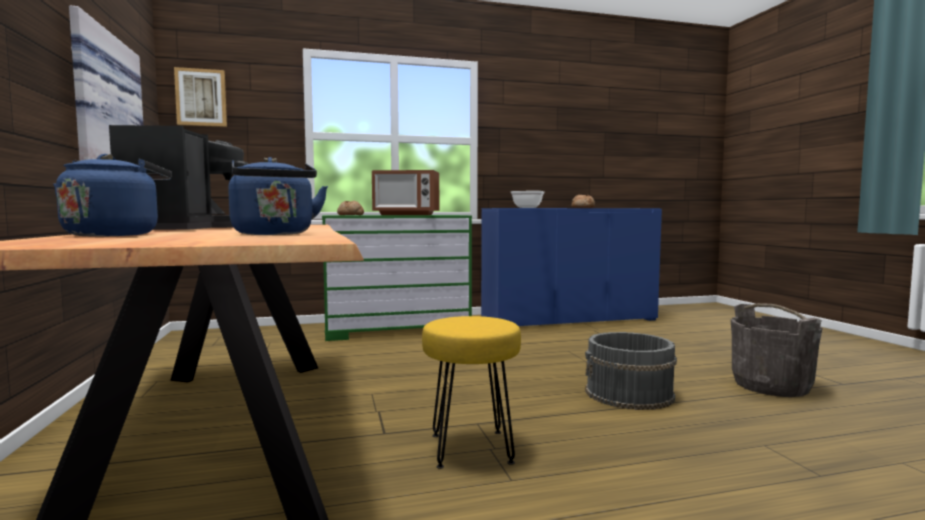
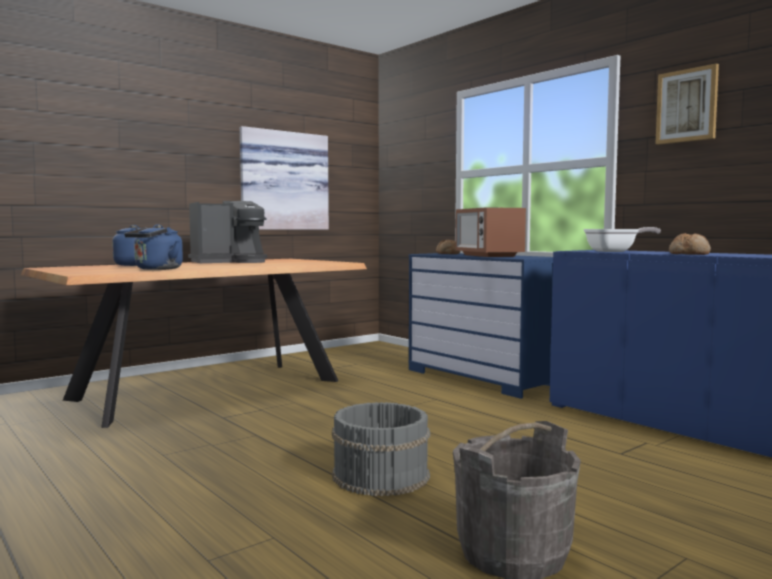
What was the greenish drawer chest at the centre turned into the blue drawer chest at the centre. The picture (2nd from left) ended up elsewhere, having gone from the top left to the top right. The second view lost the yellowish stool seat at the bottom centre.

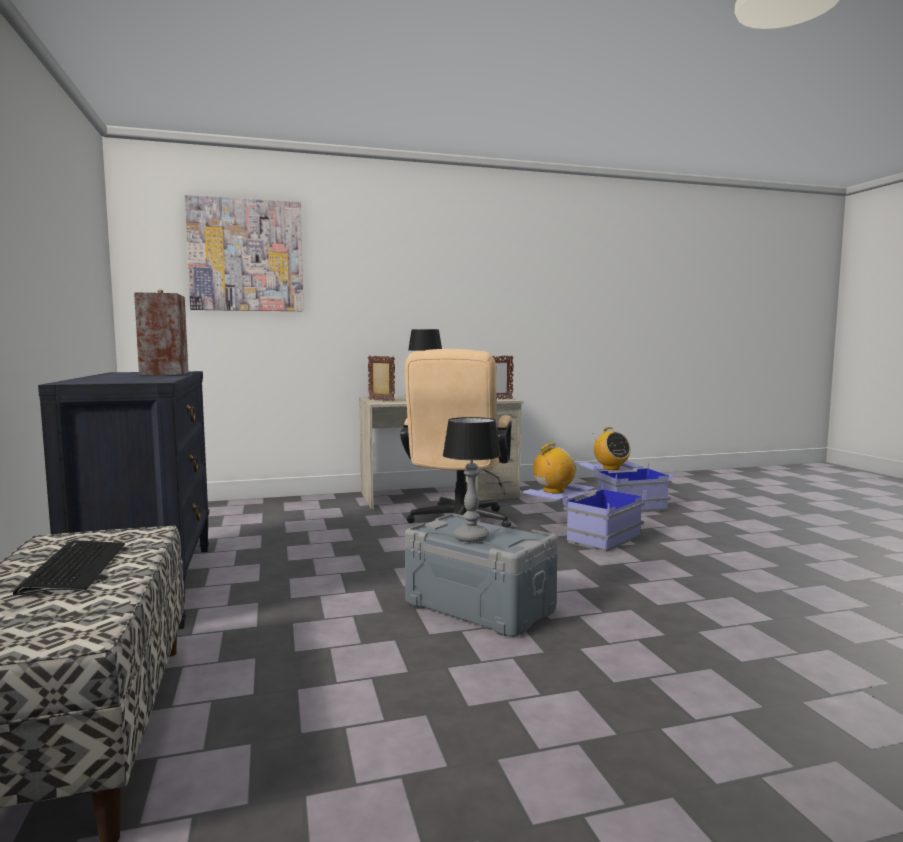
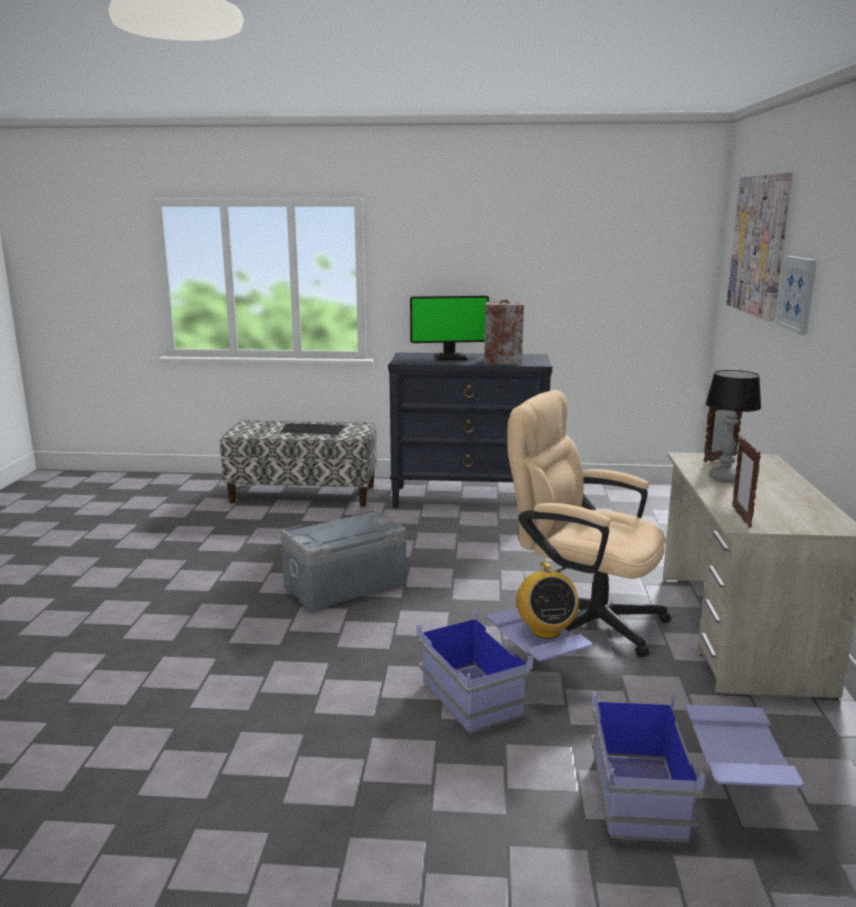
The second view gained the computer screen at the centre. The second view gained the picture (2nd from left) at the top right. The second view lost the lamp for a table (2nd from left) at the centre. The second view lost the radio receiver (2nd from left) at the middle right.

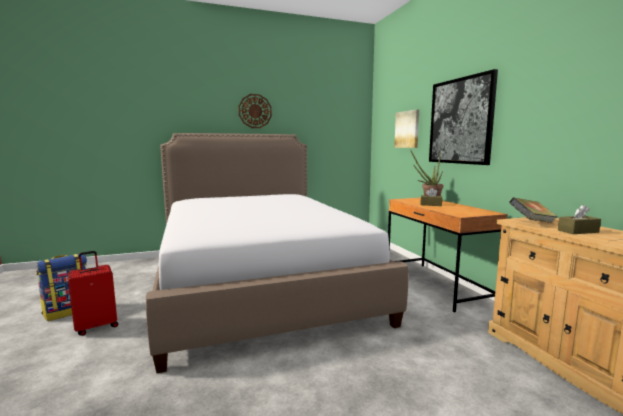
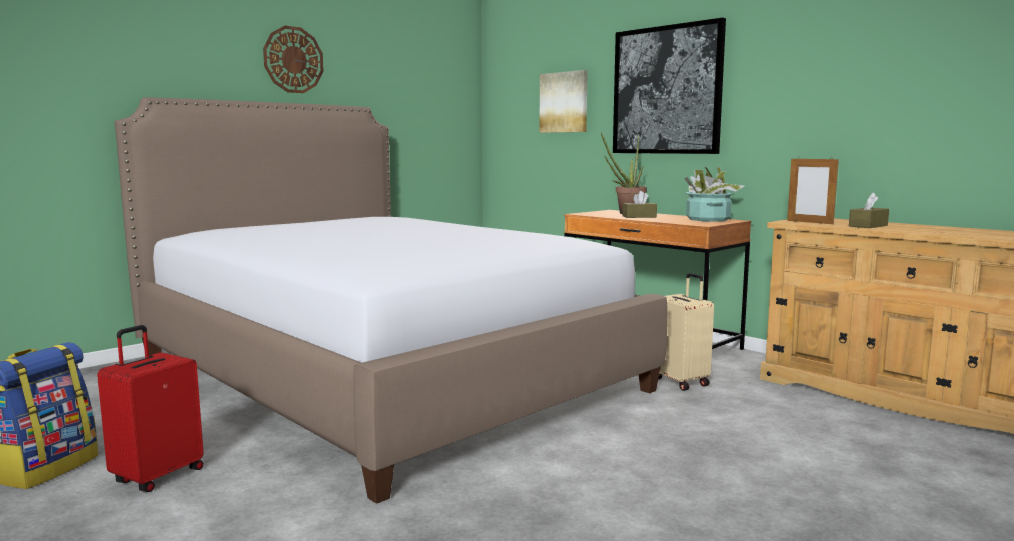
The second view gained the beige suitcase at the middle right. The second view gained the plant in a pot (2nd from left) at the middle right. Where the volume stood at the middle right, the photo frame came to stand at the middle right.

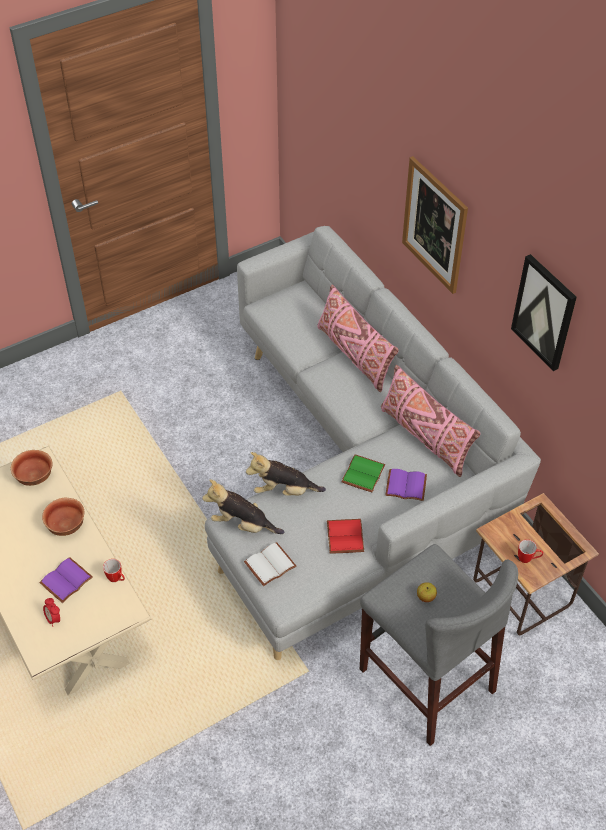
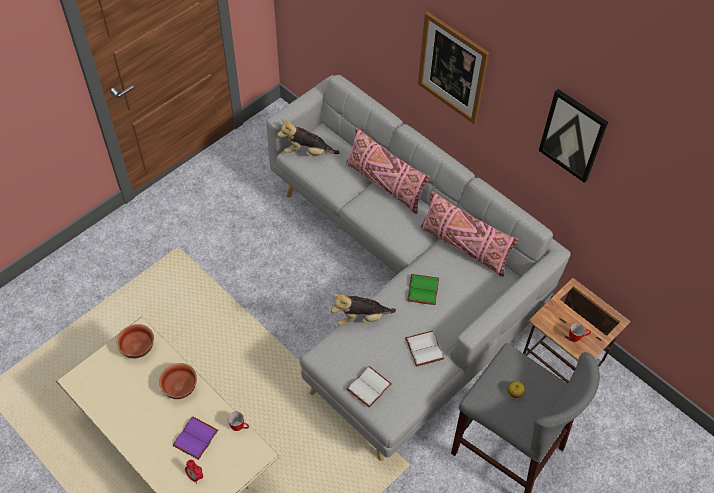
The plush toy (1st from left) ended up elsewhere, having gone from the centre to the top centre. What was the reddish volume at the centre turned into the whitish volume (2nd from left) at the bottom centre. The second view lost the purple-coloured volume (2nd from left) at the middle right.

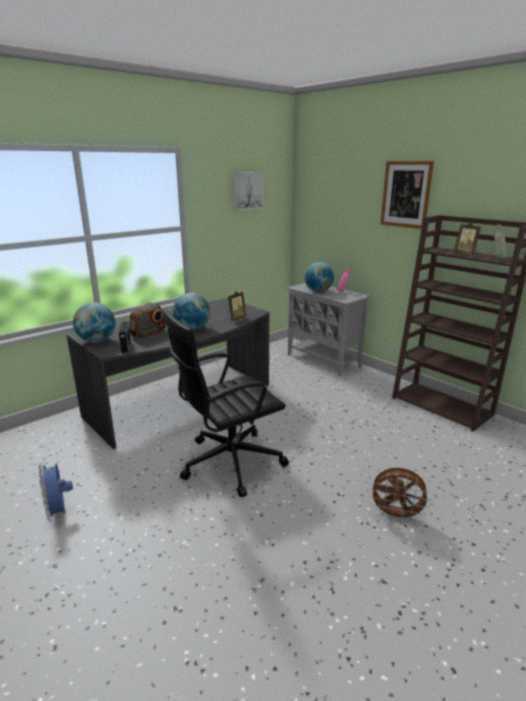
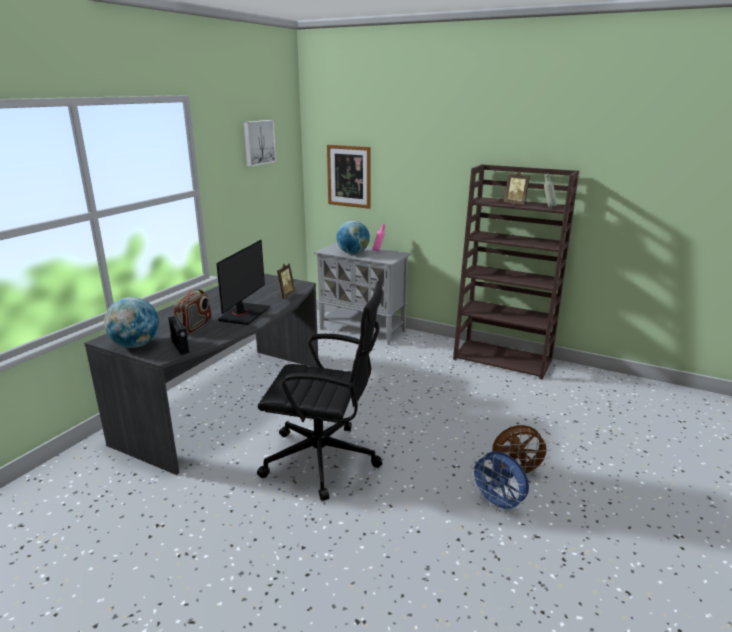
Where the desk globe (2nd from left) stood at the centre, the computer screen came to stand at the middle left. The blackish computer chair at the centre ended up facing another way, 120 degrees counterclockwise from before. The picture (2nd from left) ended up elsewhere, having gone from the top right to the top centre. The blue cooling fan ended up elsewhere, having gone from the bottom left to the bottom right.

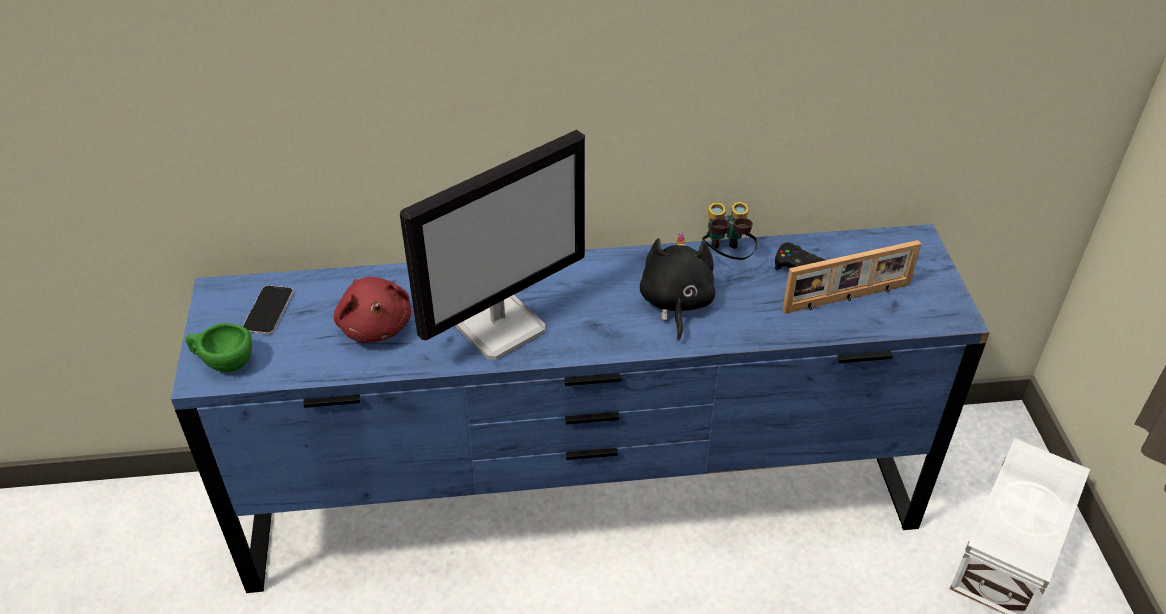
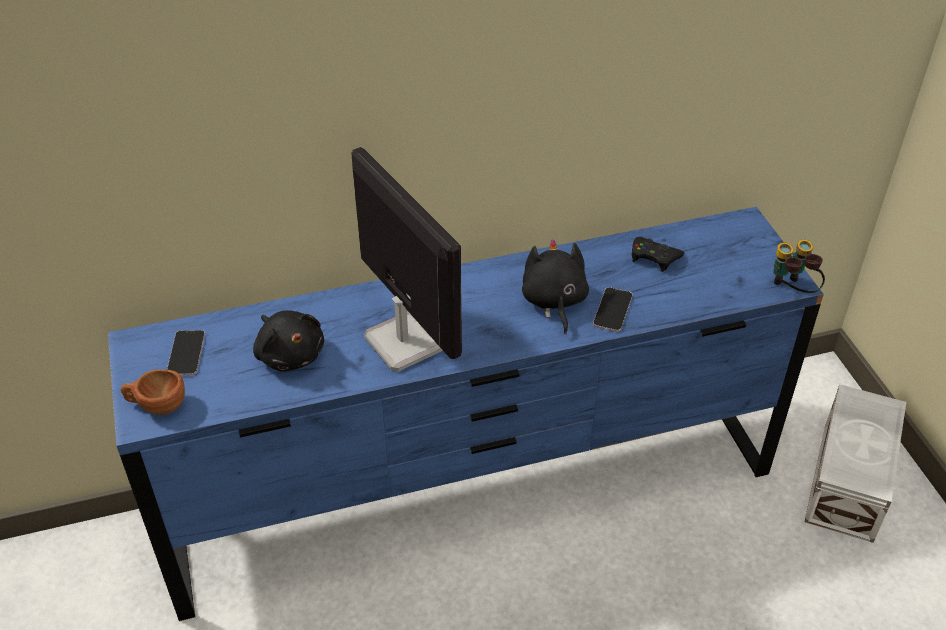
What was the greenish drinking cup at the middle left turned into the brown drinking cup at the middle left. What was the reddish plush toy at the middle left turned into the blackish plush toy (1st from left) at the middle left. The computer screen at the centre ended up facing another way, 75 degrees counterclockwise from before. The second view gained the handset (2nd from left) at the centre. The field glasses ended up elsewhere, having gone from the centre to the middle right. The second view lost the photo frame at the middle right.

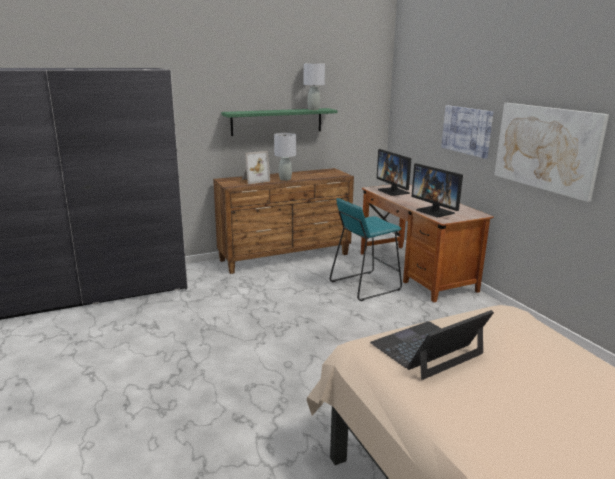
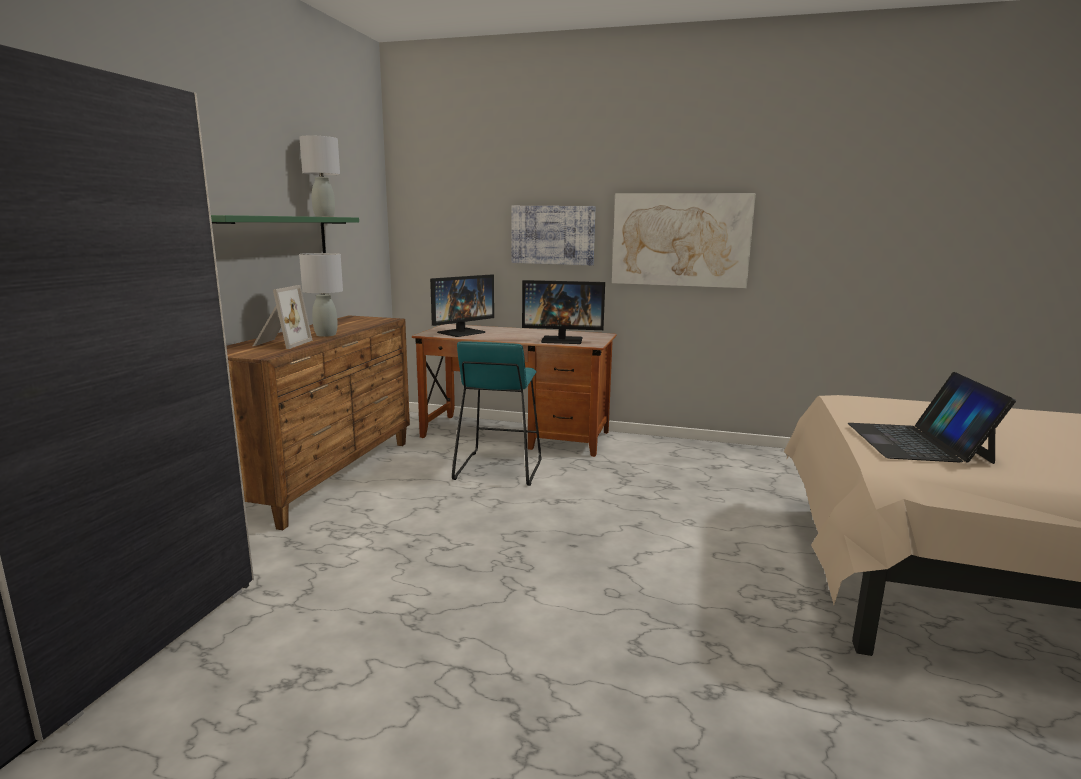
The computer screen (1st from left) at the centre ended up facing another way, 60 degrees counterclockwise from before.

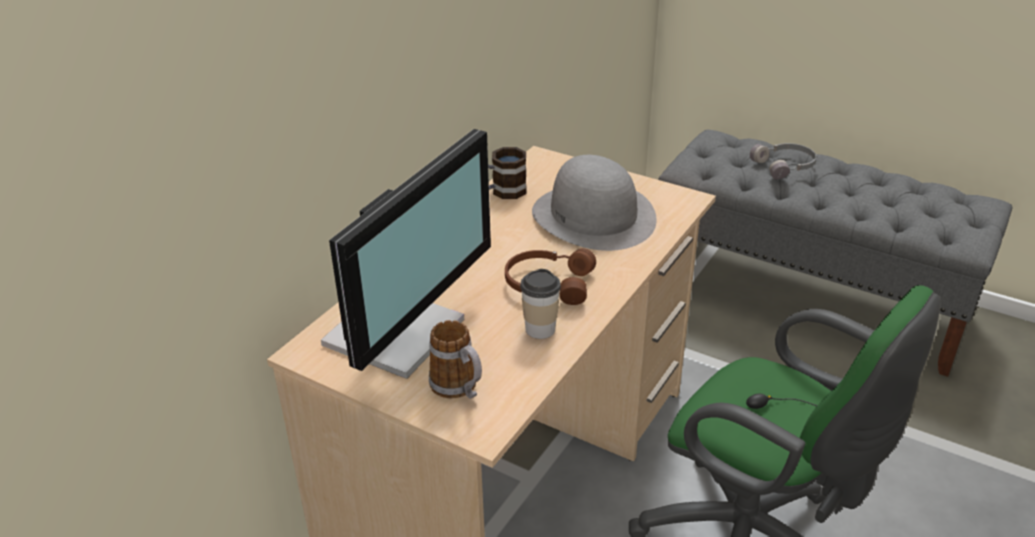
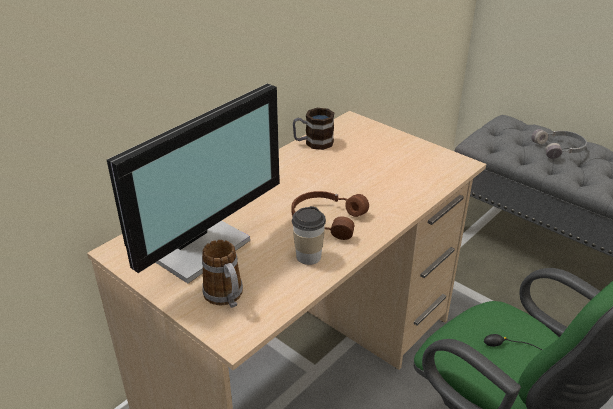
The second view lost the greyish clothing hat at the centre.

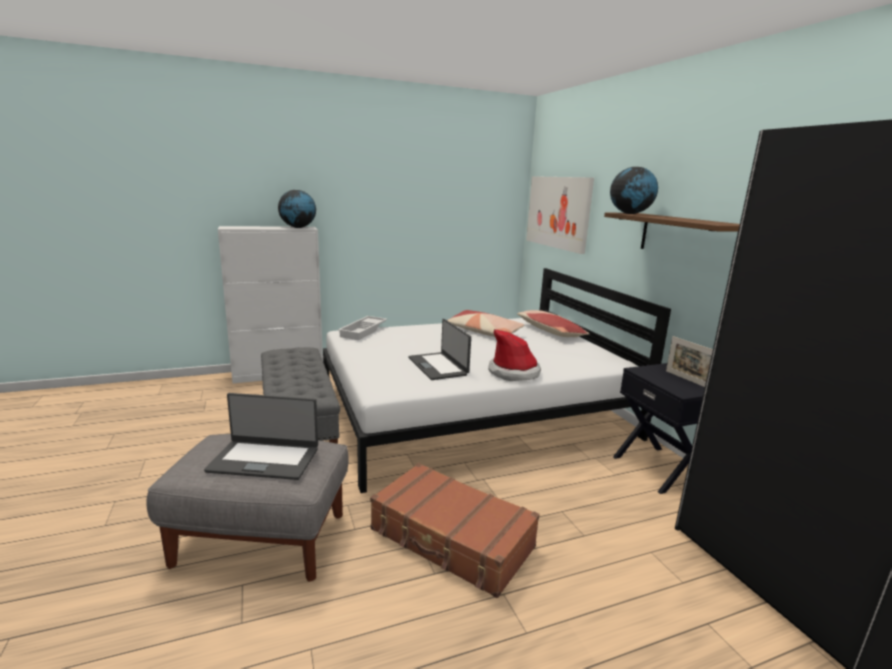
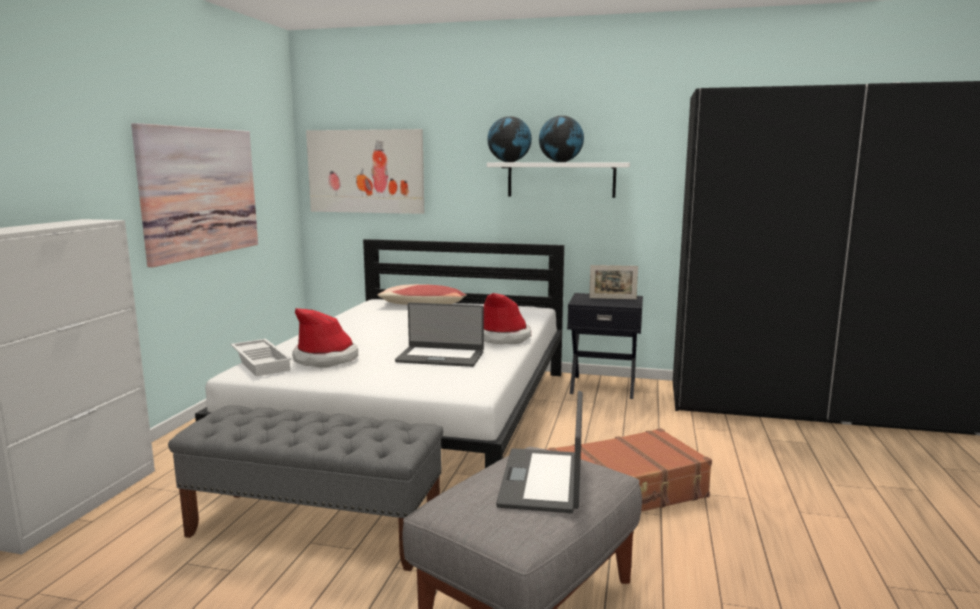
The second view gained the picture (1st from left) at the top left. The second view gained the clothing hat (1st from left) at the middle left. What was the brown wall shelf at the middle right turned into the whitish wall shelf at the top centre. The portable computer (1st from left in the first image) at the middle left ended up facing another way, 150 degrees clockwise from before. The desk globe (1st from left in the first image) ended up elsewhere, having gone from the top left to the top centre. The second view lost the throw pillow (1st from left) at the centre.

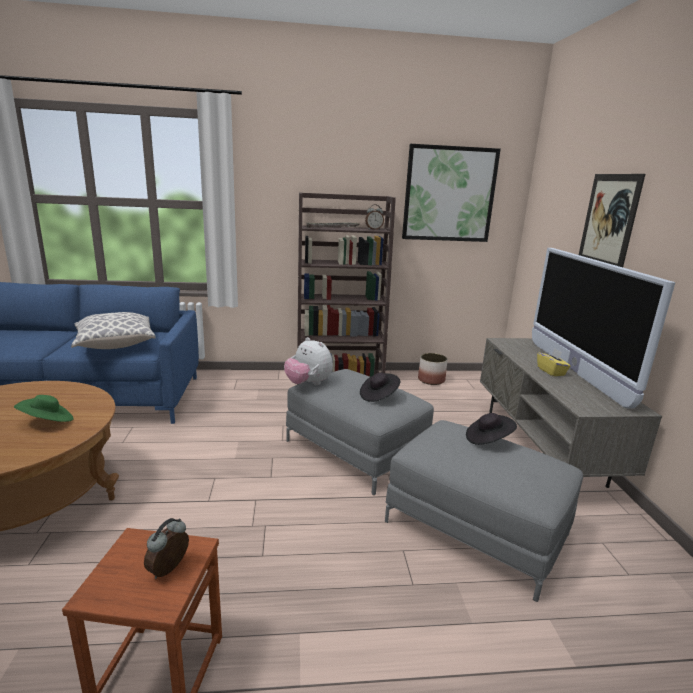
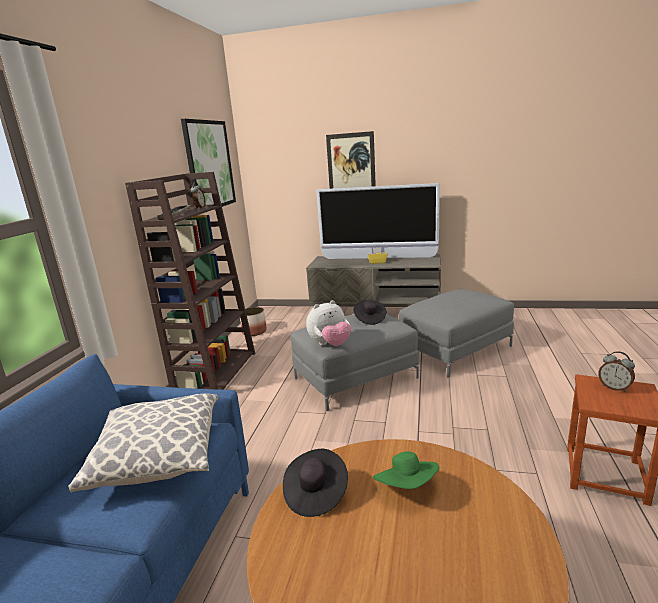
The blackish clothing hat (2nd from left in the first image) ended up elsewhere, having gone from the middle right to the bottom centre.

